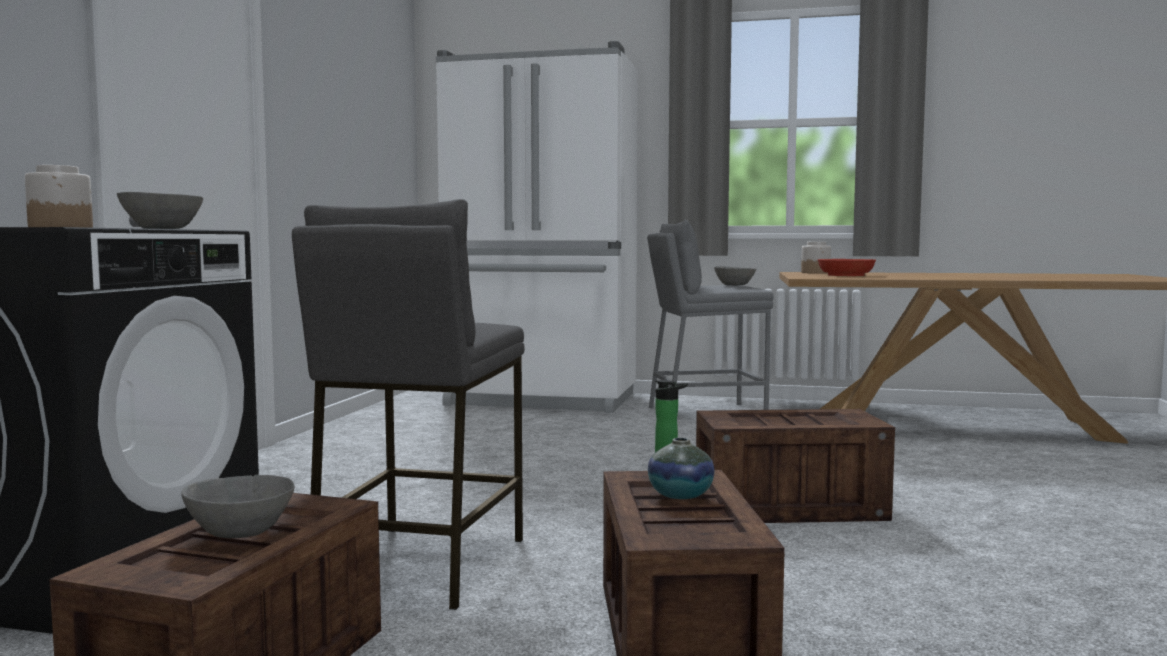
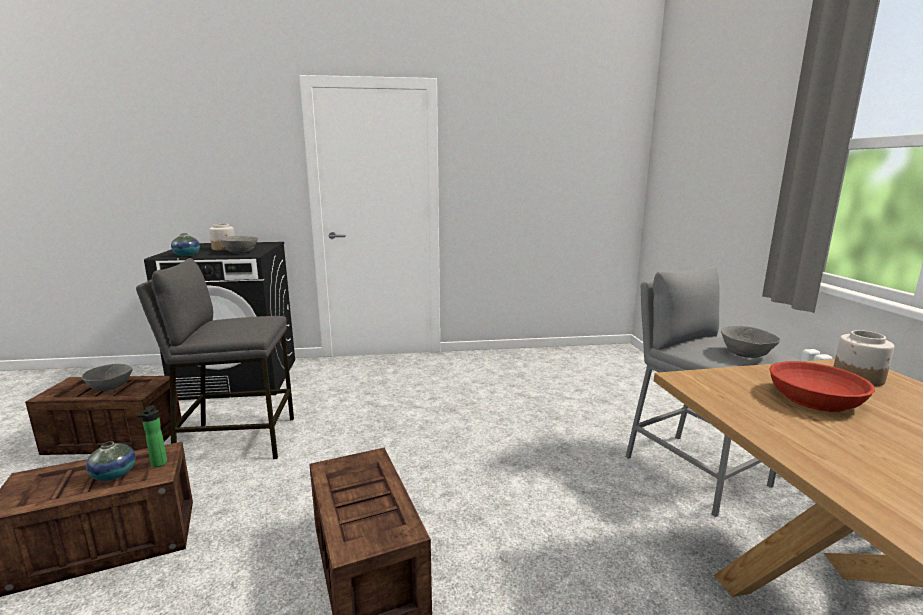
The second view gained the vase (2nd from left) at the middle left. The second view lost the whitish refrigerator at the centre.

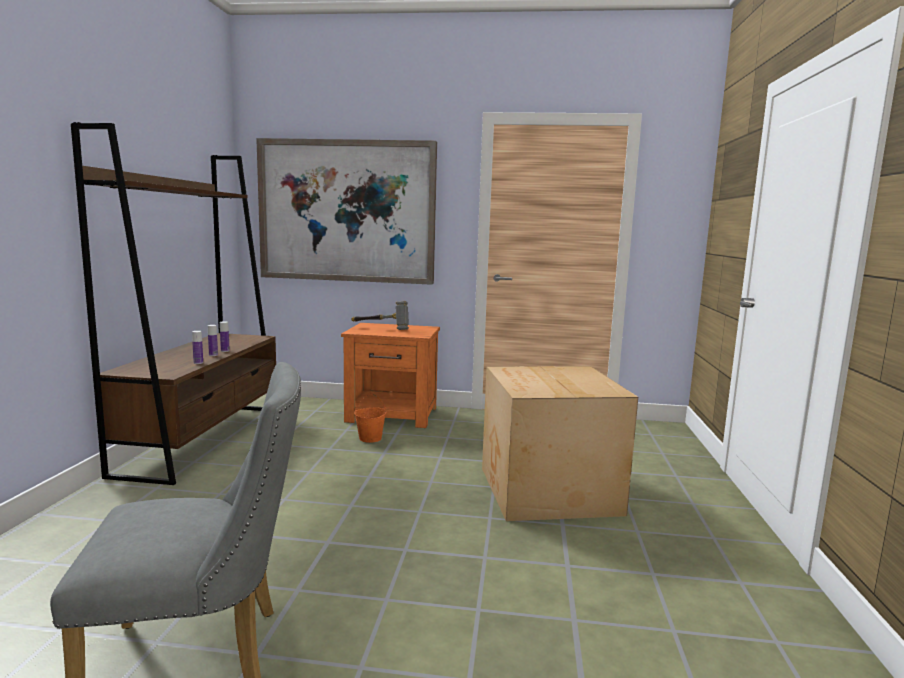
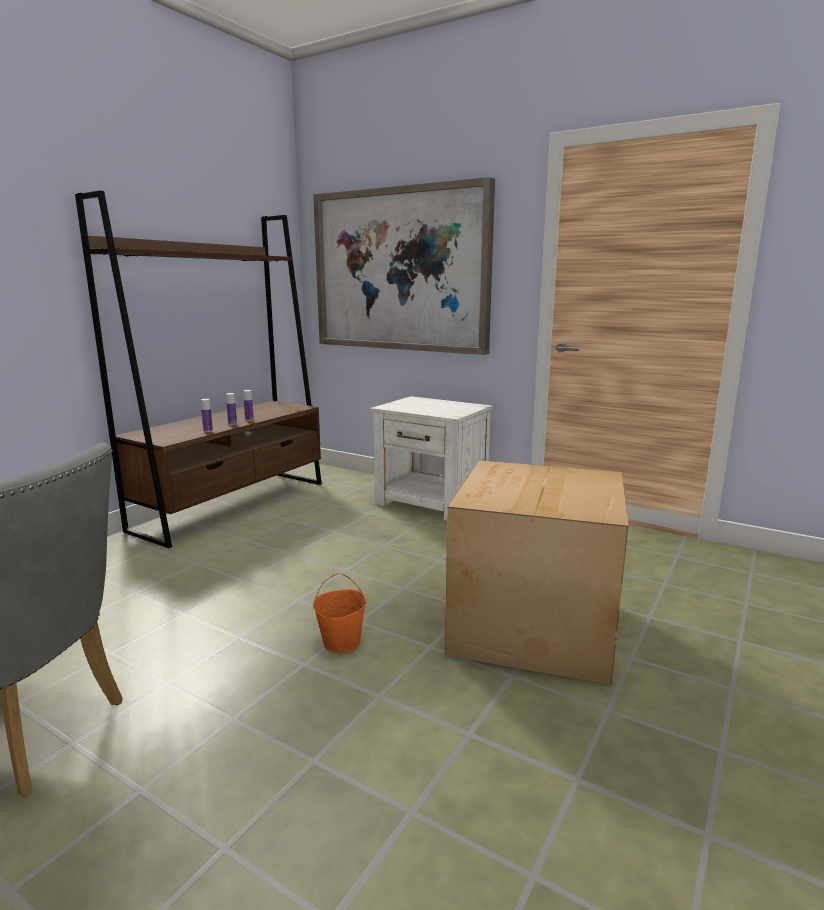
The orange water bucket ended up elsewhere, having gone from the centre to the bottom centre. What was the orange bedside table at the centre turned into the whitish bedside table at the centre. The second view lost the tool hammer at the centre.

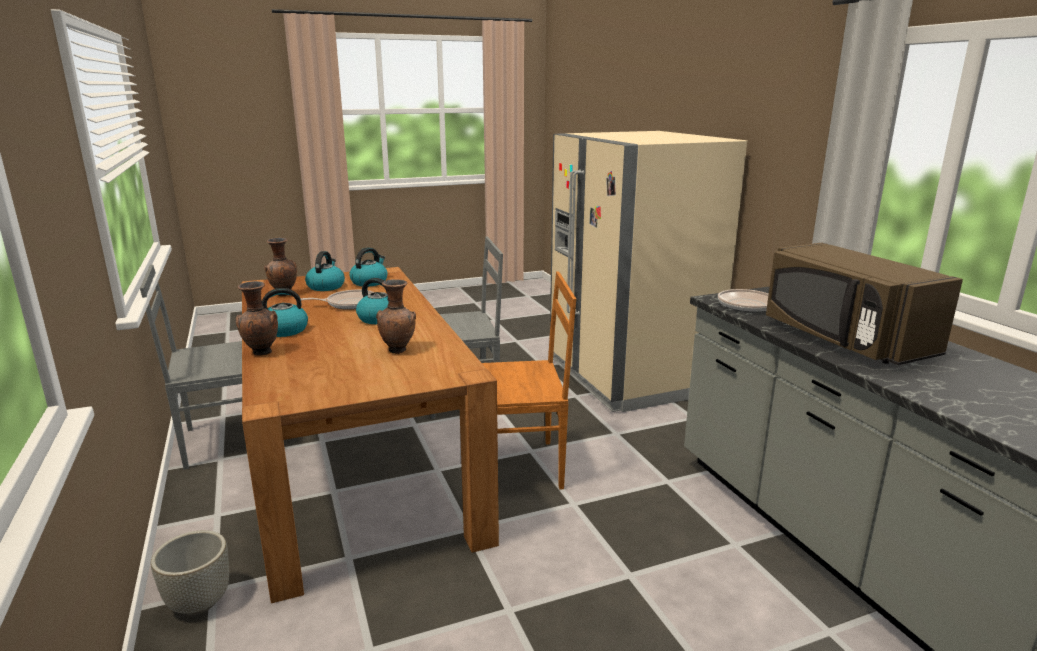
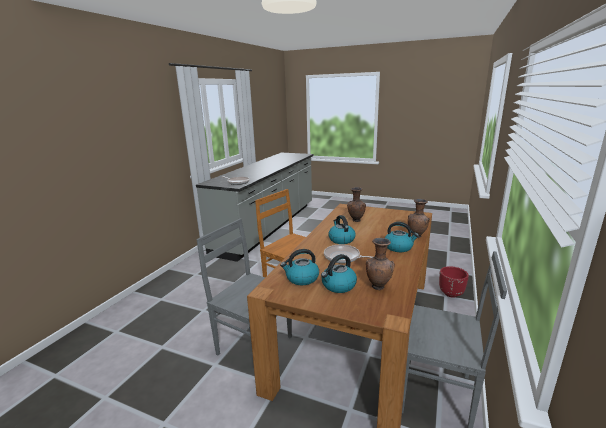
What was the greyish plant pot at the bottom left turned into the reddish plant pot at the middle right. The second view lost the beige refrigerator at the centre. The second view lost the brown microwave at the middle right.

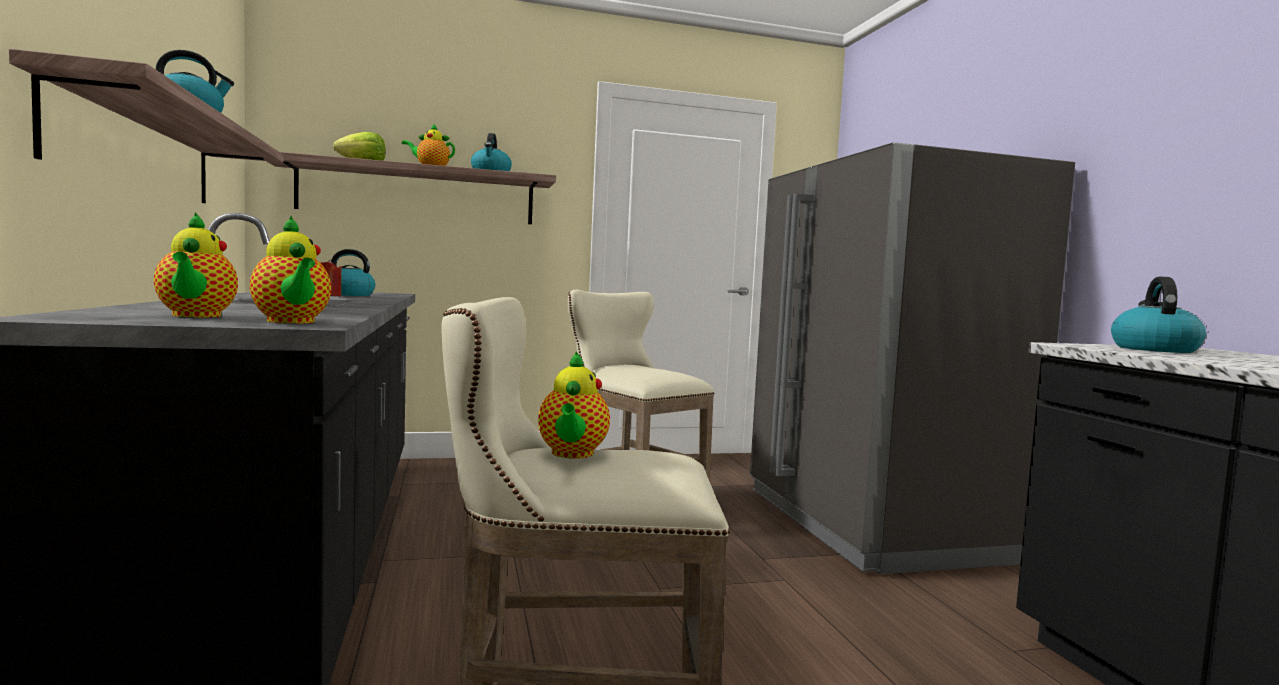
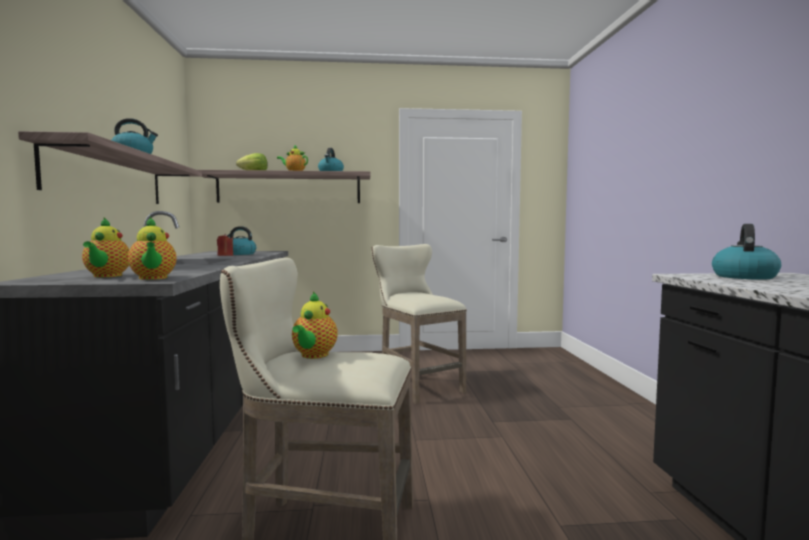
The second view lost the greyish refrigerator at the middle right.

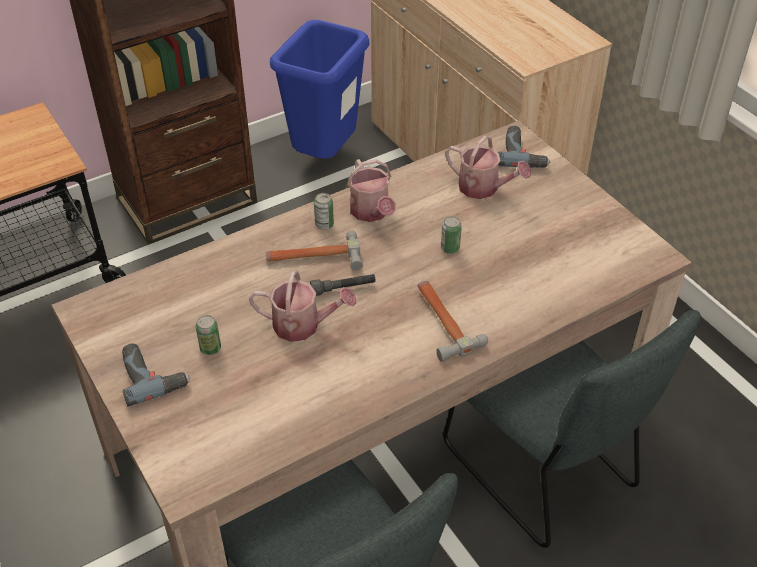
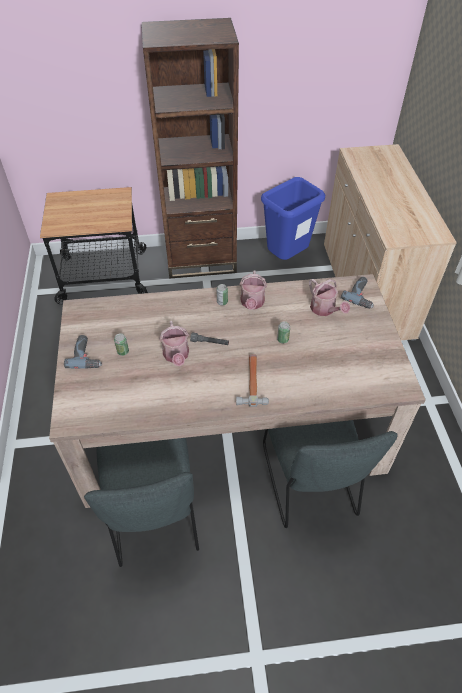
The sprinkling can (1st from left) at the centre ended up facing another way, 45 degrees clockwise from before. The second view lost the tool hammer (1st from left) at the centre.

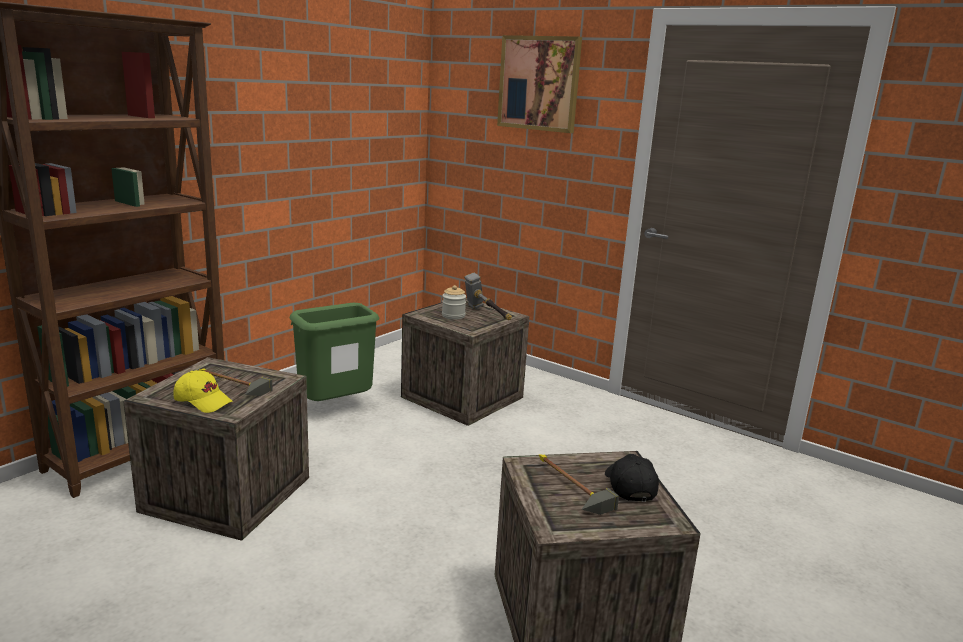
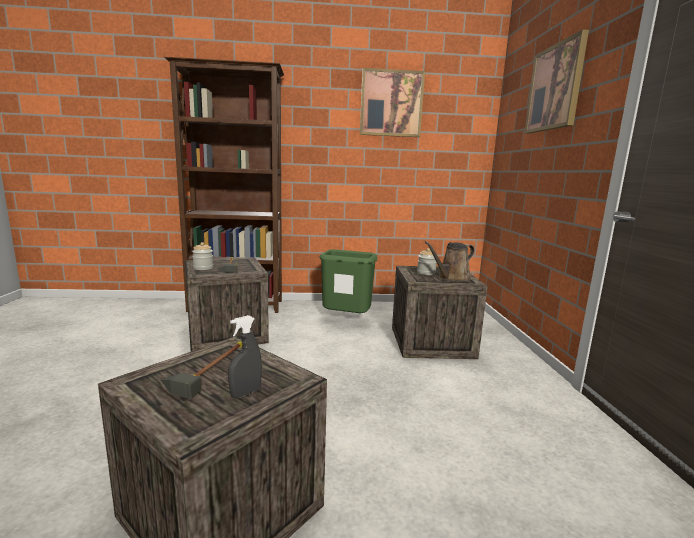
Where the yellowish cap stood at the middle left, the storage jar (1st from left) came to stand at the middle left. Where the blackish cap stood at the bottom centre, the greyish sprayer came to stand at the centre. The second view gained the picture (1st from left) at the top centre. Where the tool hammer (2nd from left) stood at the centre, the brown sprinkling can came to stand at the centre.

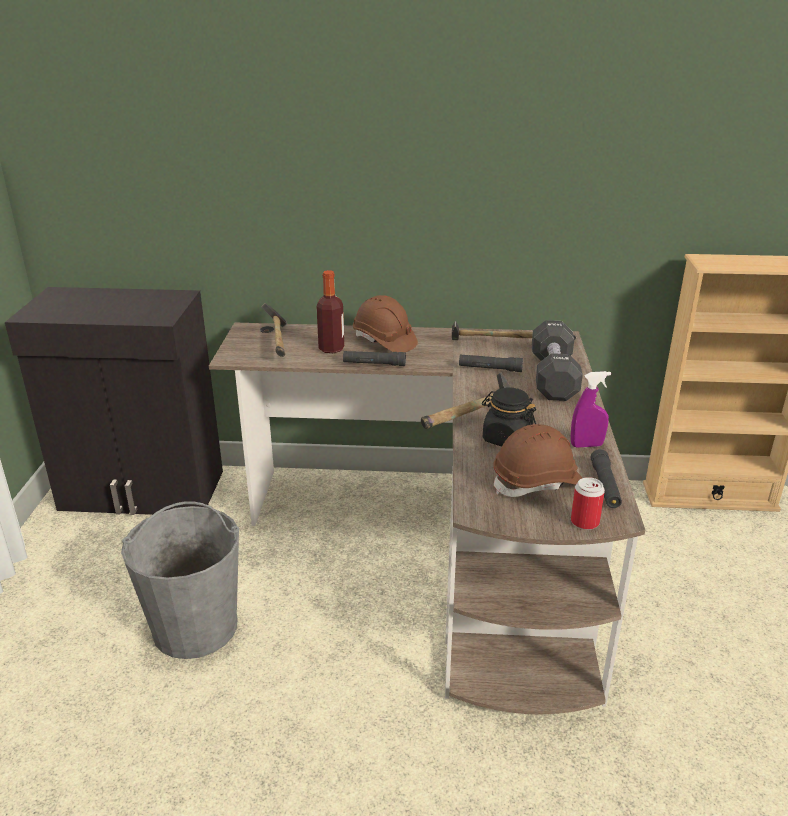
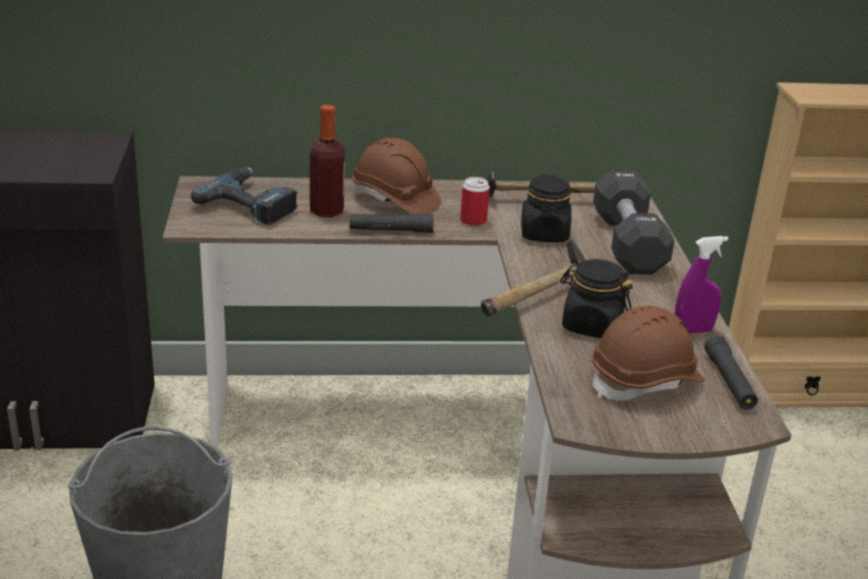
Where the tool hammer (1st from left) stood at the centre, the drill came to stand at the middle left. The sealed can ended up elsewhere, having gone from the middle right to the centre. Where the blackish flashlight (2nd from left) stood at the centre, the blackish storage jar (1st from left) came to stand at the centre.

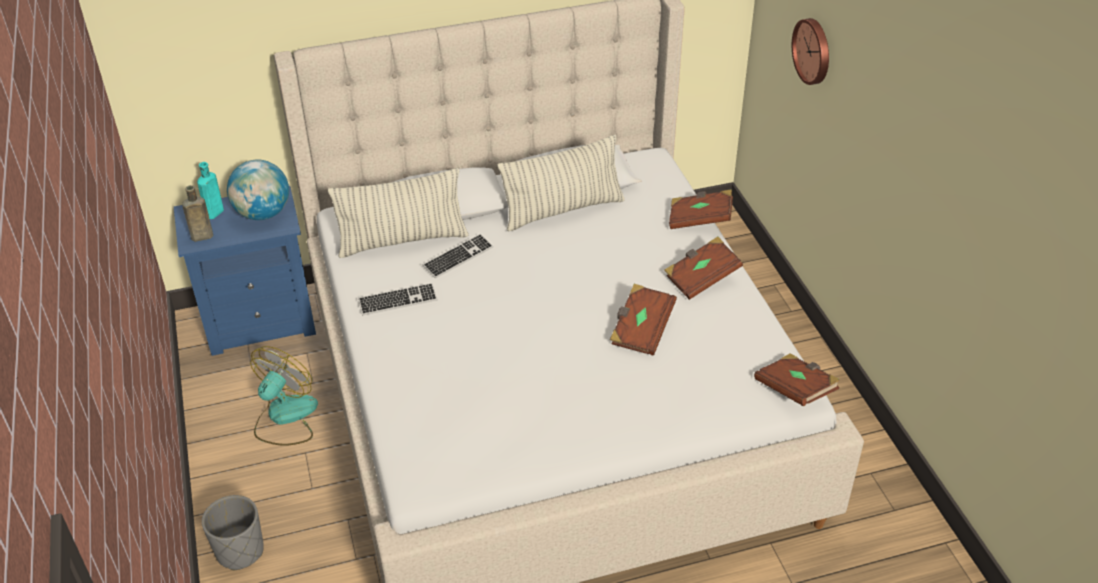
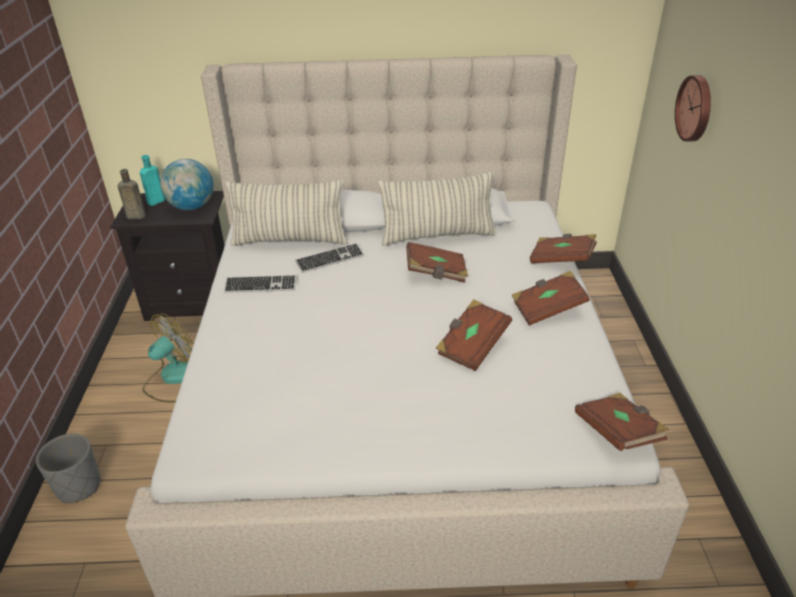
What was the blue bedside table at the middle left turned into the blackish bedside table at the middle left. The second view gained the brown volume (1st from left) at the centre.

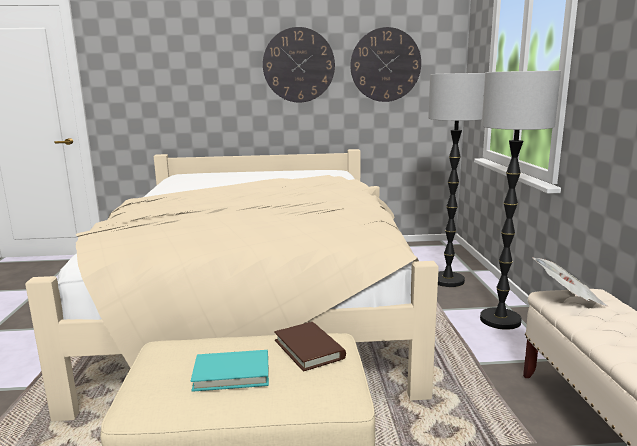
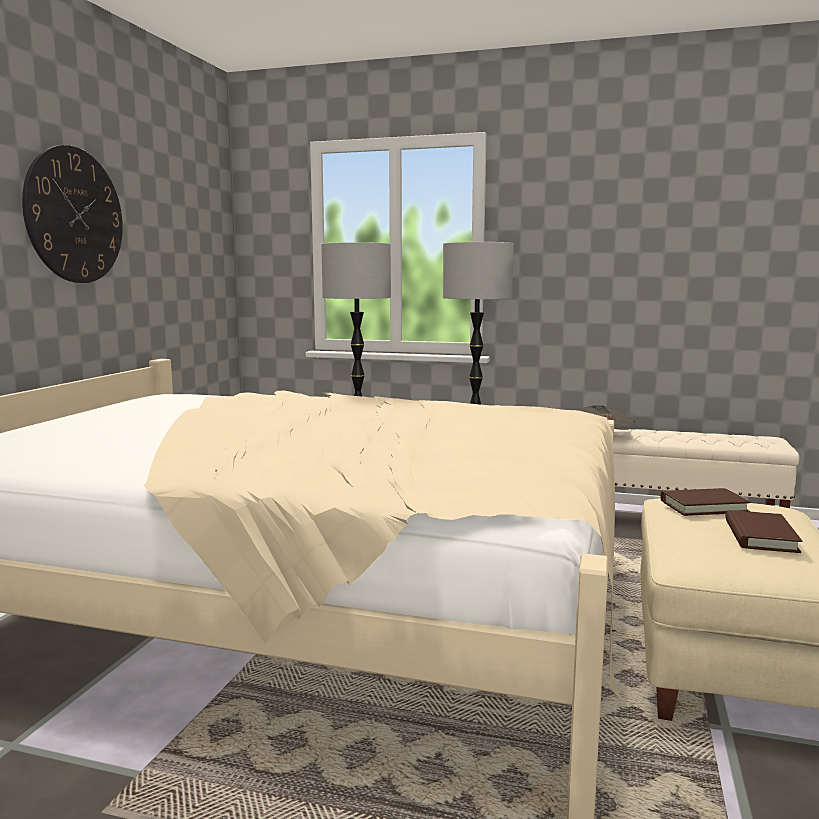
What was the turquoise volume at the bottom centre turned into the brown volume (2nd from left) at the middle right. The second view lost the hanging clock (2nd from left) at the top centre.

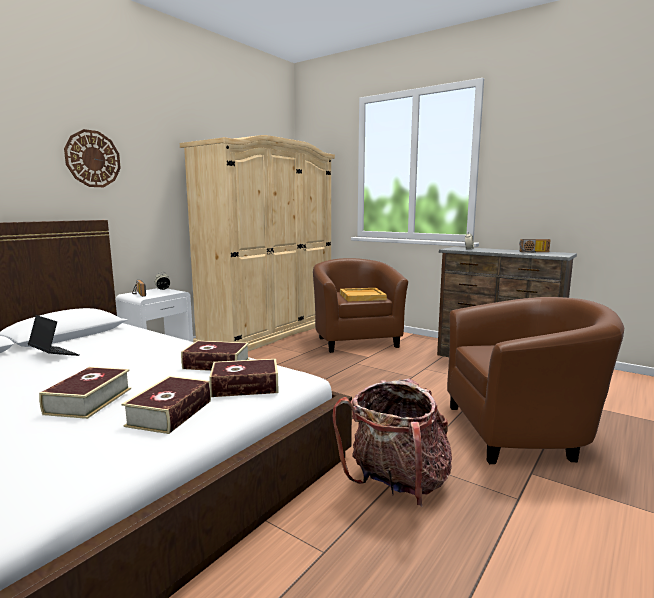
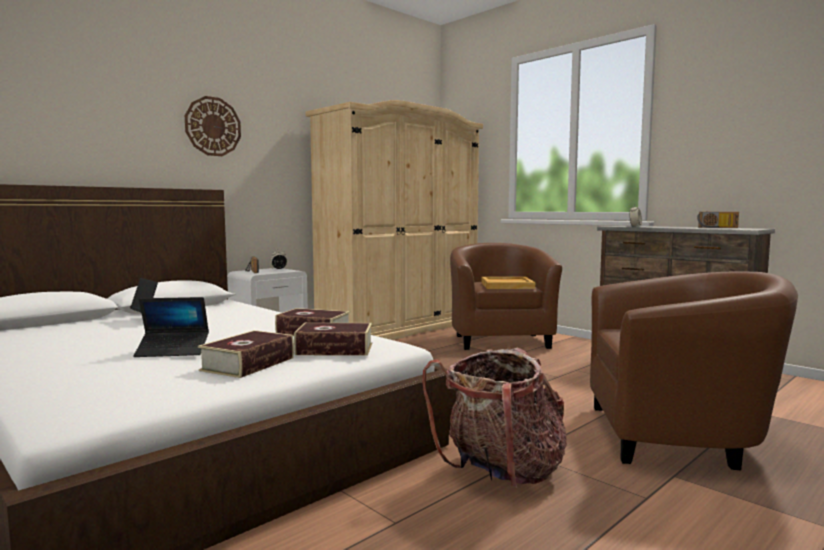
Where the volume (1st from left) stood at the middle left, the portable computer (2nd from left) came to stand at the middle left.

